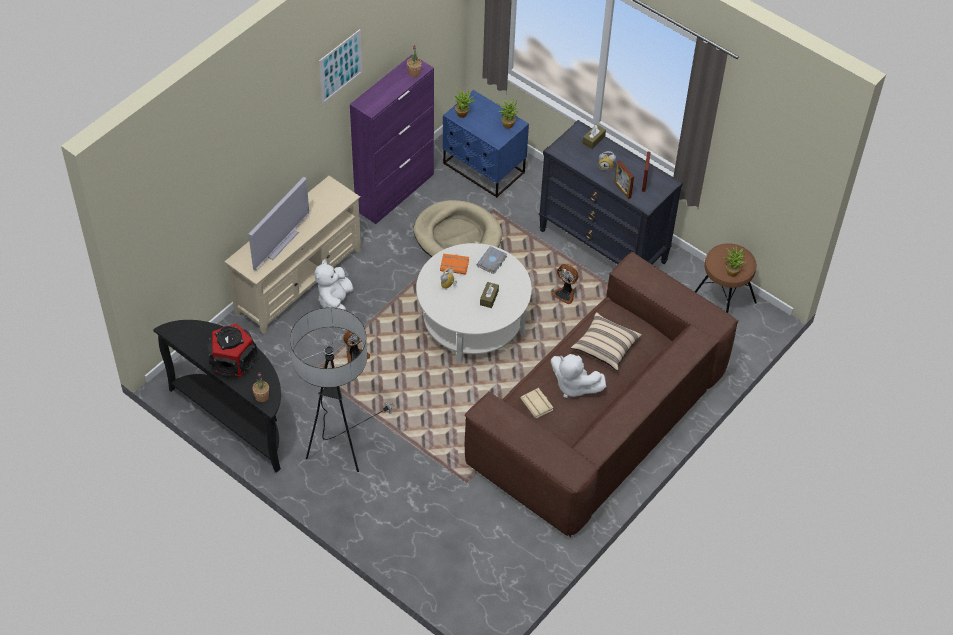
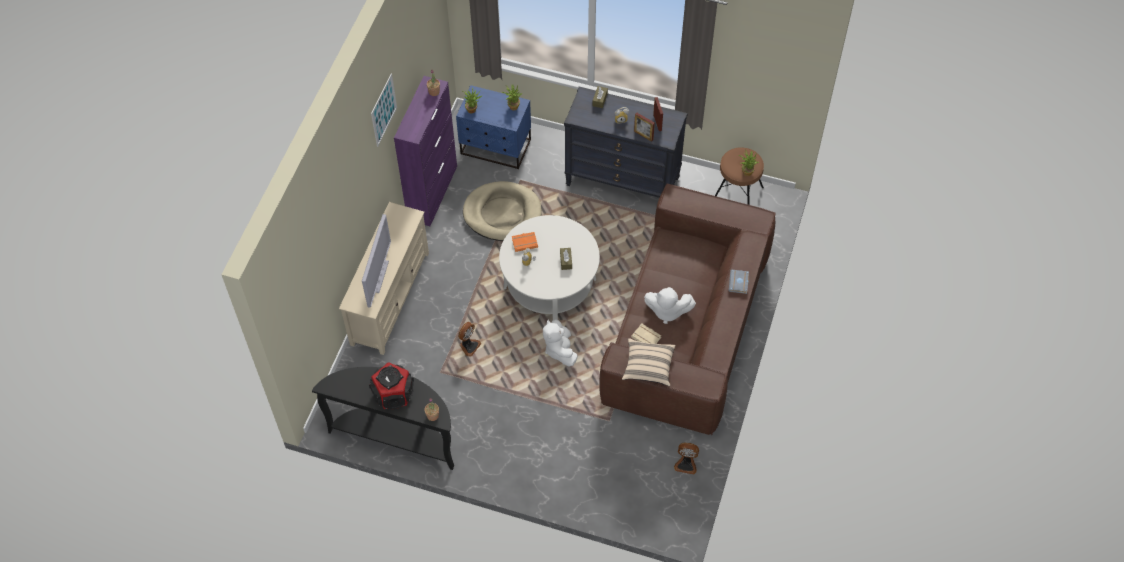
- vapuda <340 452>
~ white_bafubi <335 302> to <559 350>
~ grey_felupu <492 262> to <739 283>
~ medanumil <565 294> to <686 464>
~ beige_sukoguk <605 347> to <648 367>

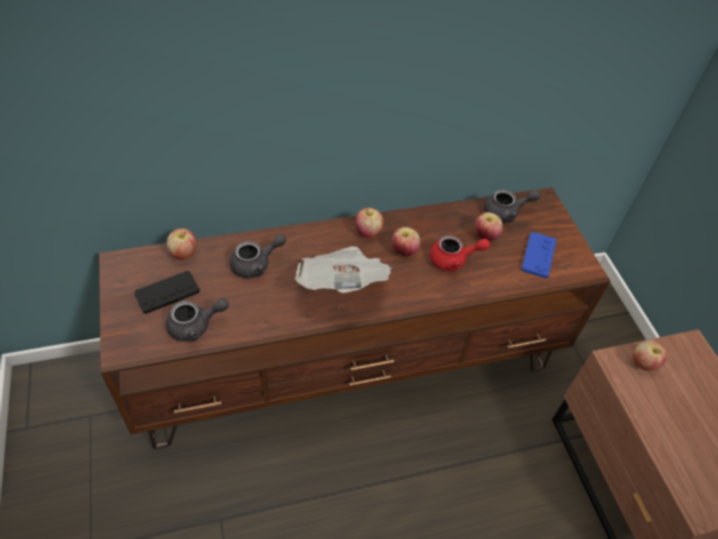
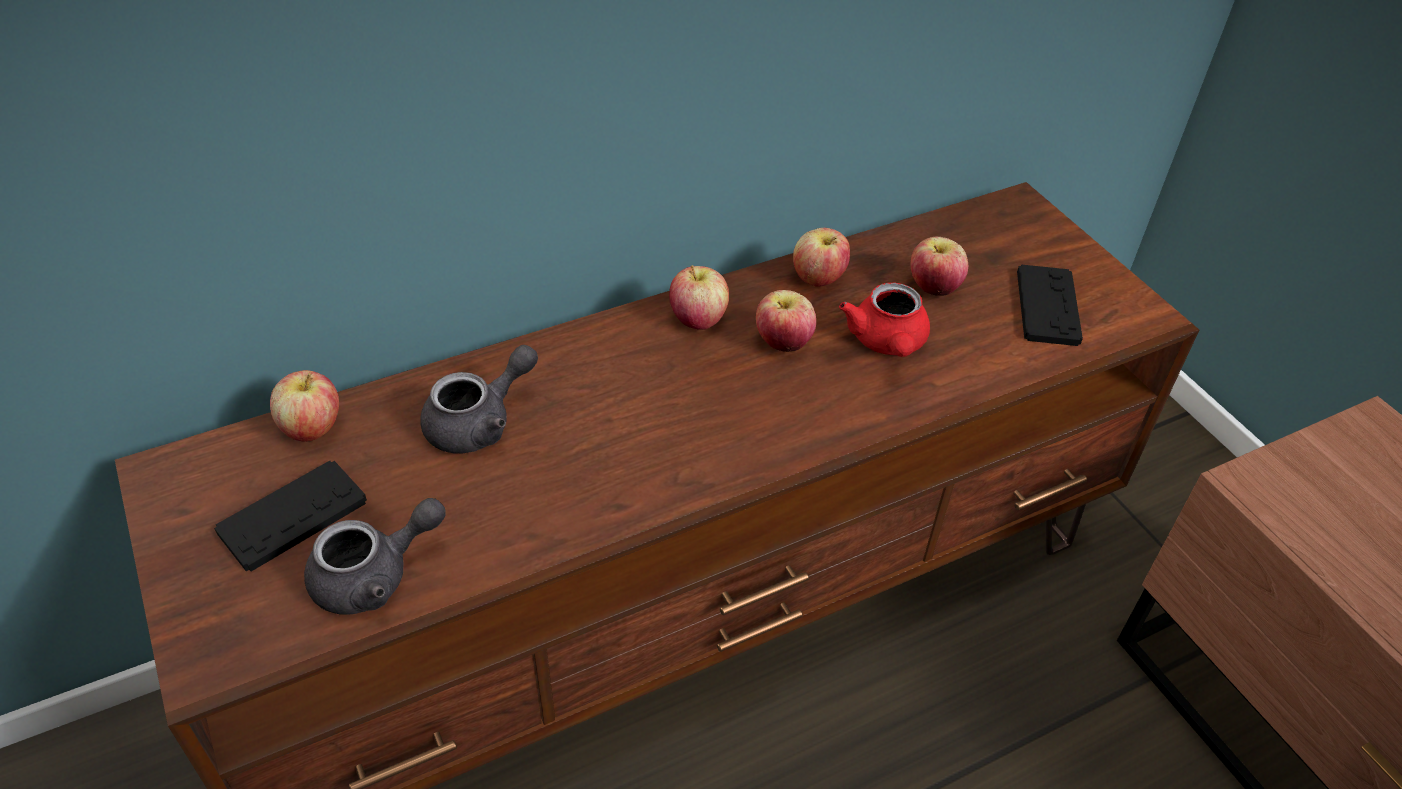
- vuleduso <342 284>
~ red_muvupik <453 260> = <887 343> 105 degrees clockwise
- grey_muvupik <506 213>
~ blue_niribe <538 255> to black_niribe <1047 307>
~ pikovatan <643 363> to <818 279>

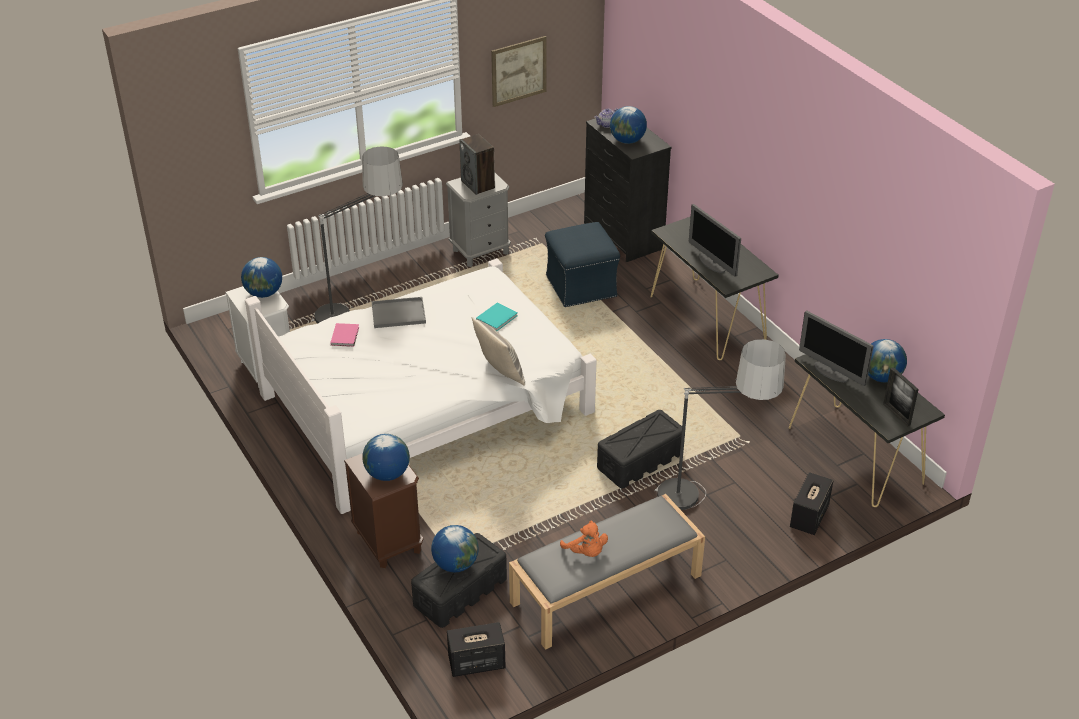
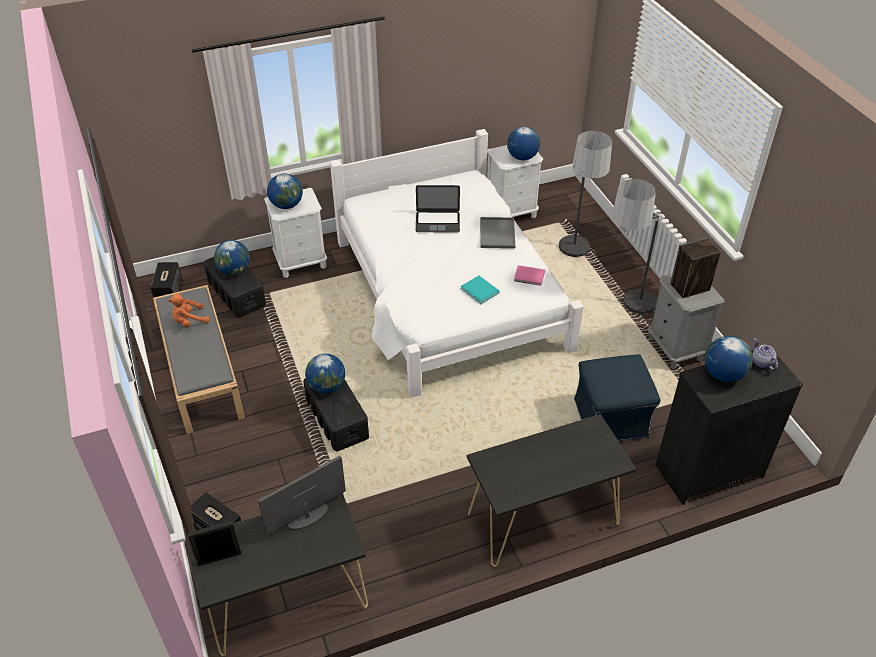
~ pink_felupu <345 335> to <530 277>
~ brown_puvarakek <388 542> to white_puvarakek <301 262>
- sukoguk <500 372>
- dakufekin <518 71>
~ vapuda <709 507> to <626 318>
- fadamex <712 263>
~ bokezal <881 377> to <327 386>
+ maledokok <437 222>

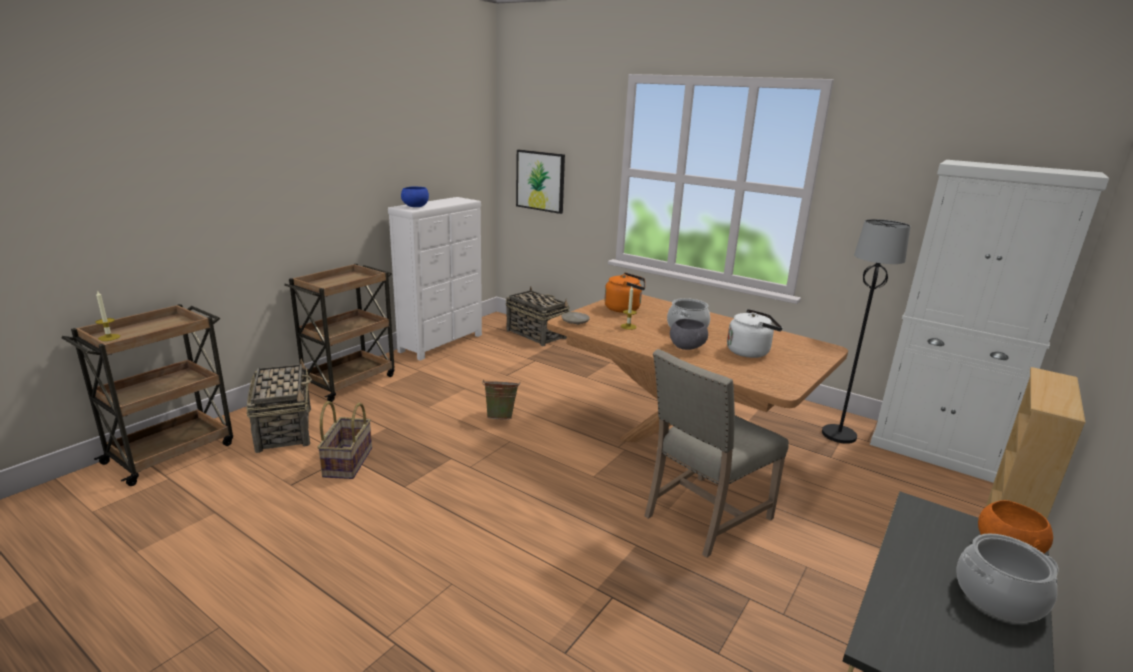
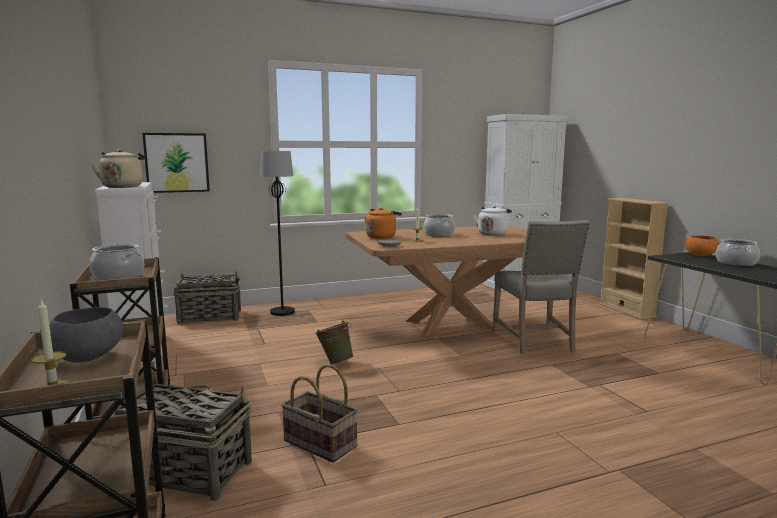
~ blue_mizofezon <415 207> to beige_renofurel <123 187>
~ grey_mizofezon <687 347> to <89 357>
~ black_vapuda <838 434> to <282 312>
+ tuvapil <118 276>

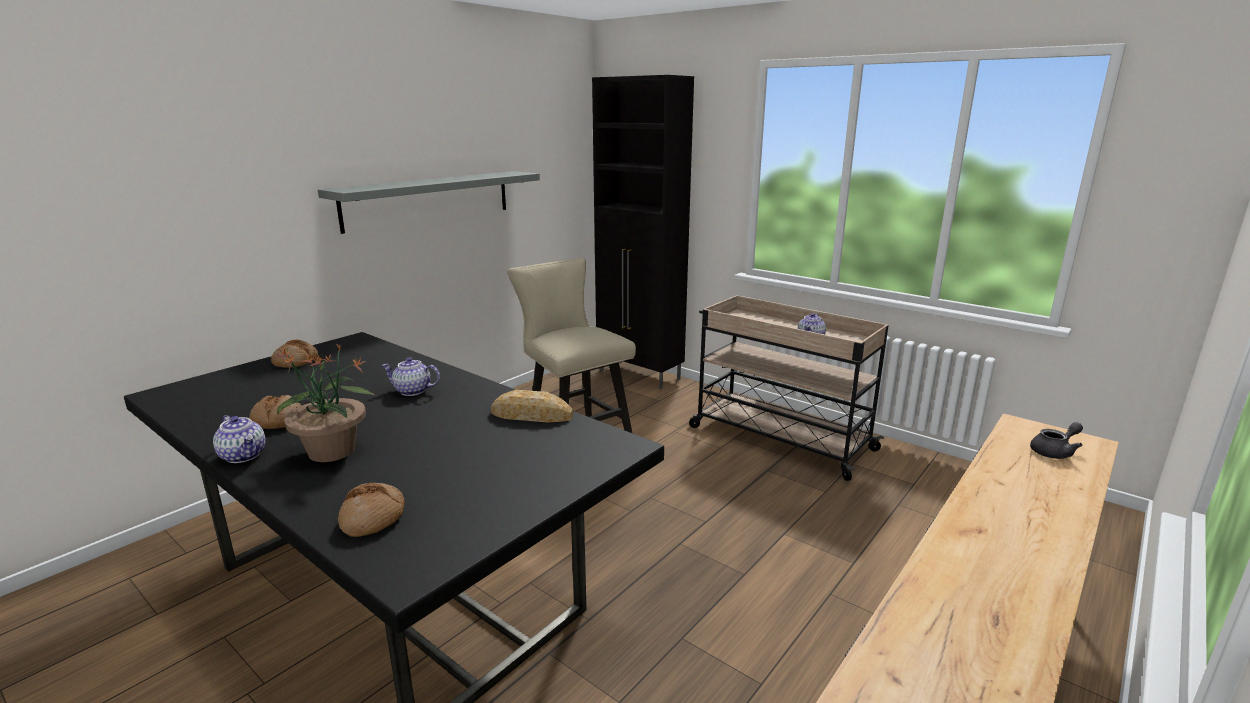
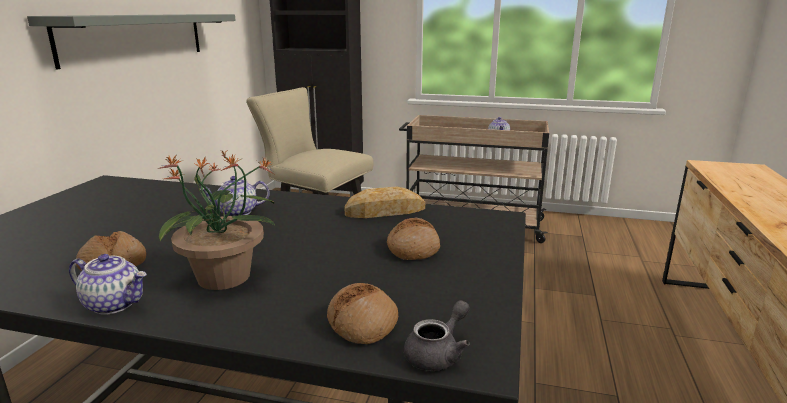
~ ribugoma <296 361> to <413 249>
~ grey_muvupik <1054 452> to <438 353>

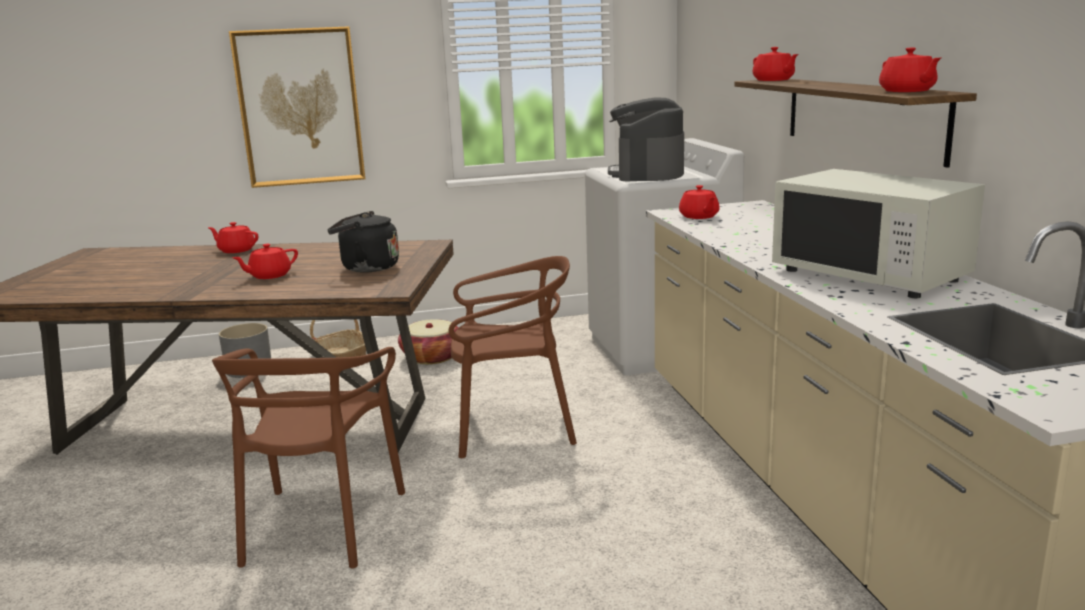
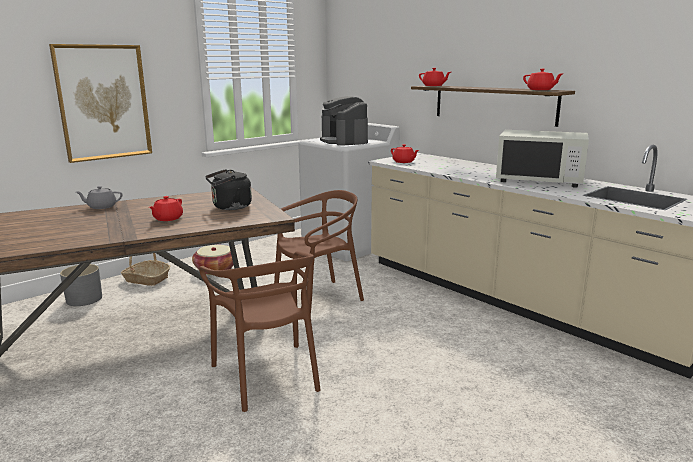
~ red_muvupik <236 250> to grey_muvupik <101 207>

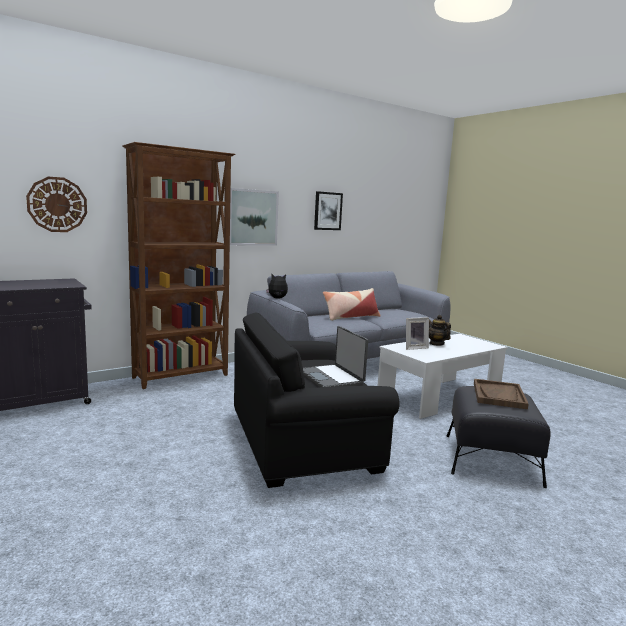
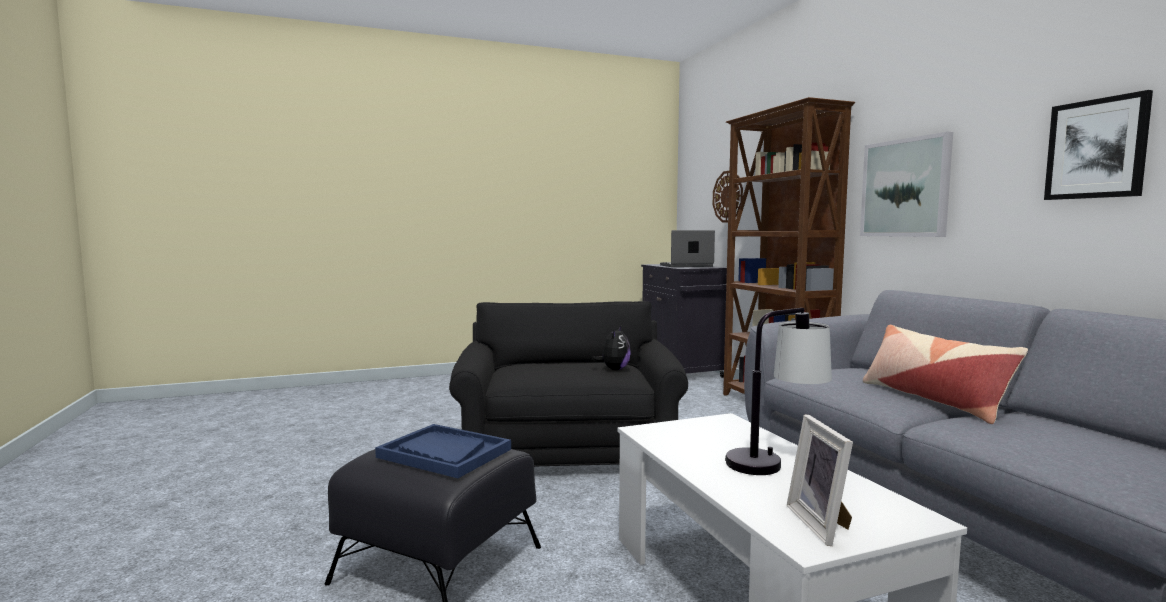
~ bafubi <277 298> to <614 369>
~ maledokok <332 378> to <686 266>
~ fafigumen <414 347> to <822 524>
~ muvupik <436 344> to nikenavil <775 462>
~ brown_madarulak <499 395> to blue_madarulak <444 453>

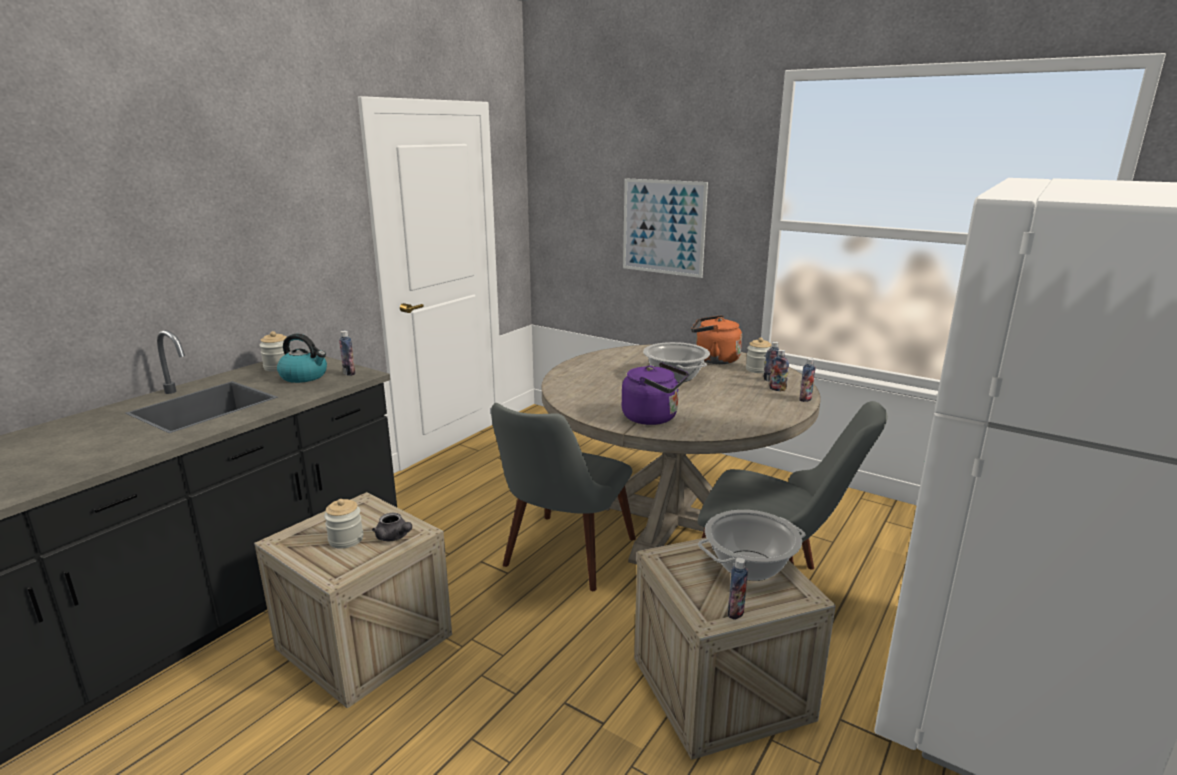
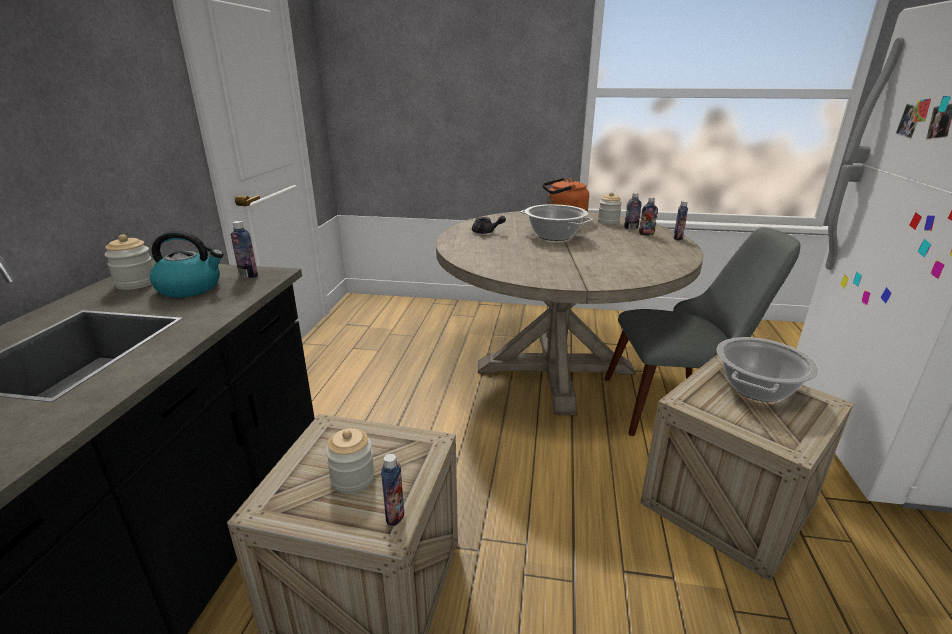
~ grey_muvupik <394 537> to <486 232>
- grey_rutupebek <562 560>
- purple_renofurel <653 418>
- dakufekin <663 227>
~ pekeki <735 612> to <395 515>

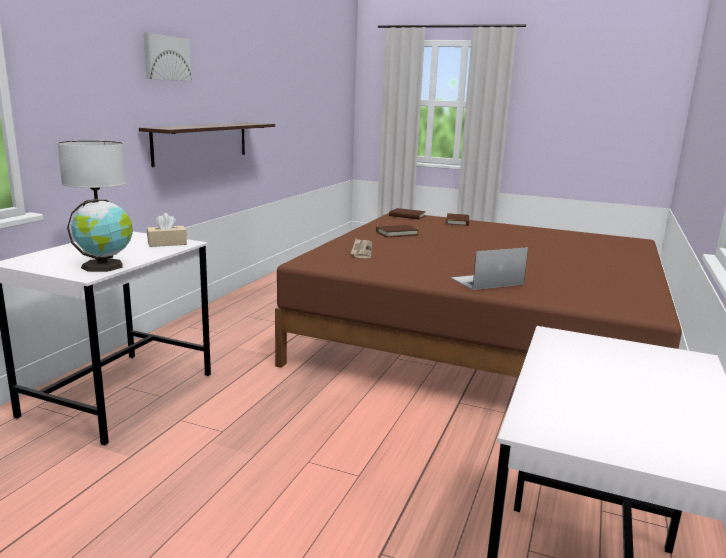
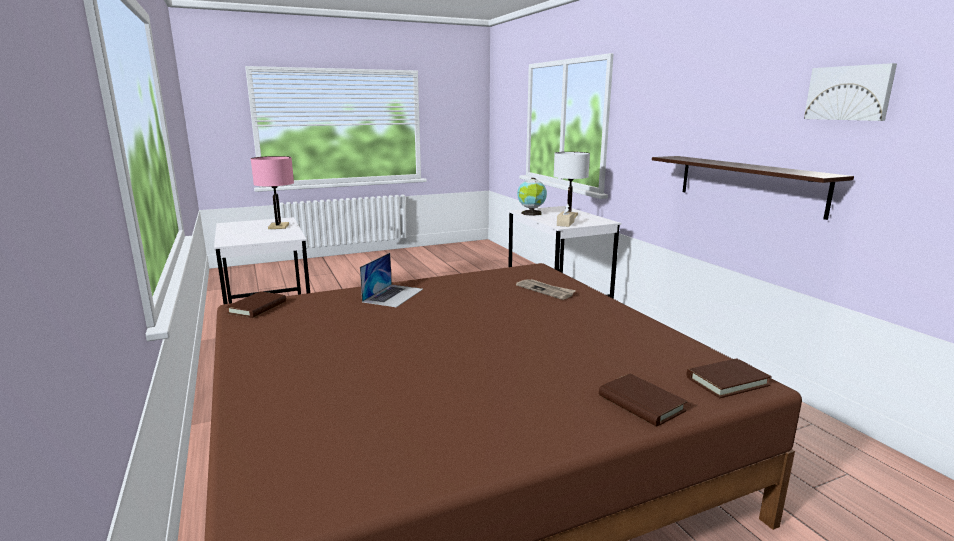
~ dakufekin <166 58> to <849 93>
~ brown_felupu <397 233> to <257 307>
+ pink_nikenavil <278 226>

